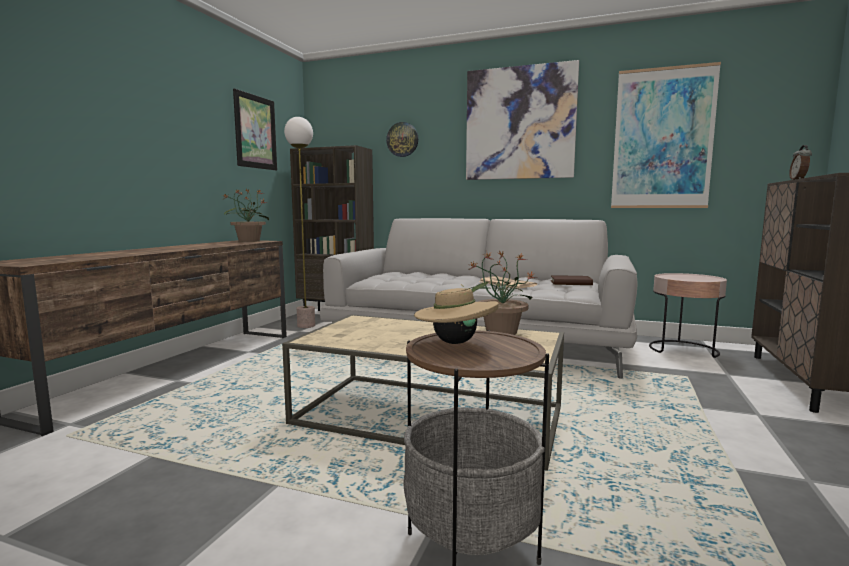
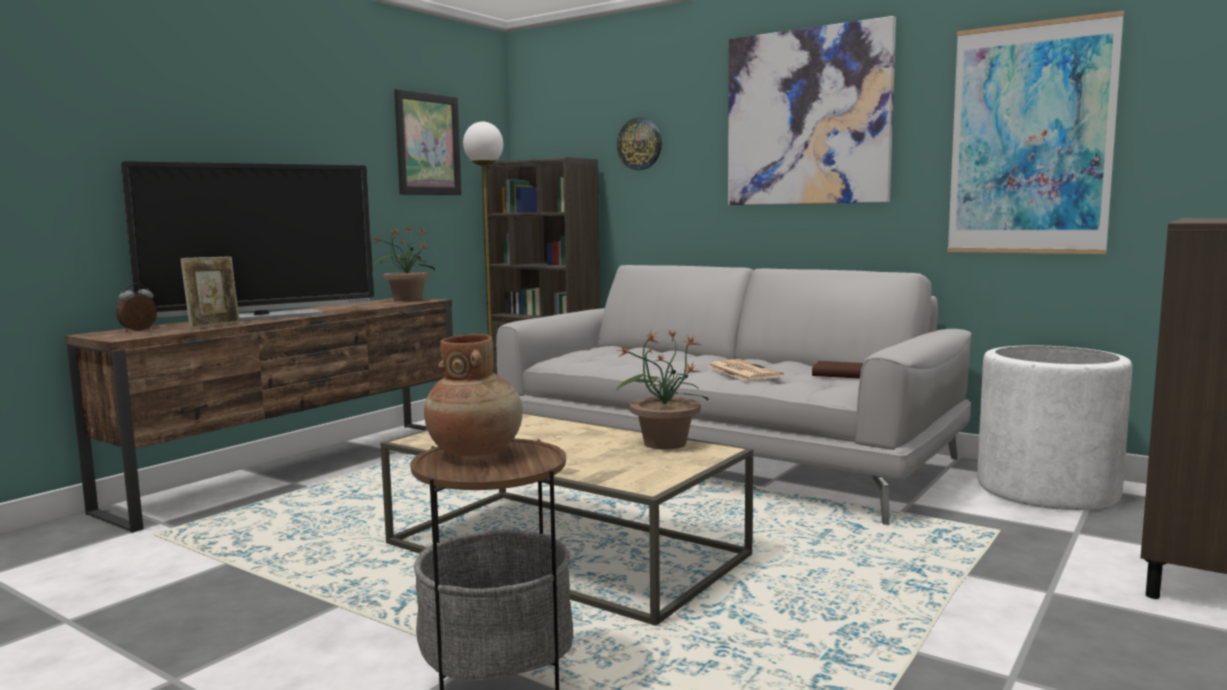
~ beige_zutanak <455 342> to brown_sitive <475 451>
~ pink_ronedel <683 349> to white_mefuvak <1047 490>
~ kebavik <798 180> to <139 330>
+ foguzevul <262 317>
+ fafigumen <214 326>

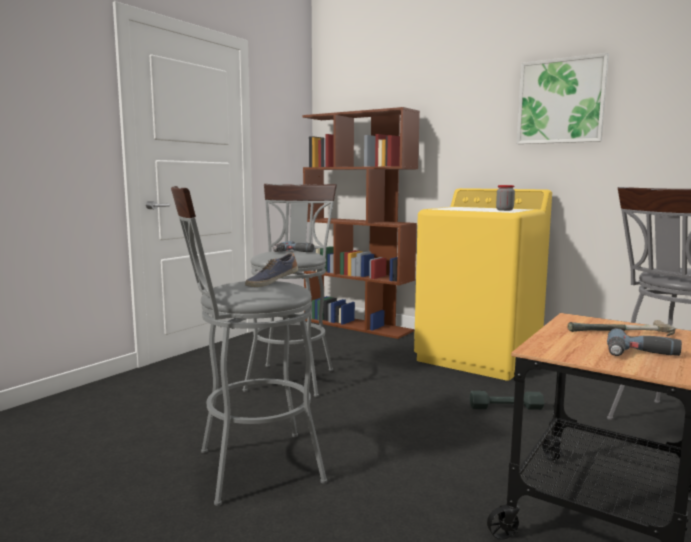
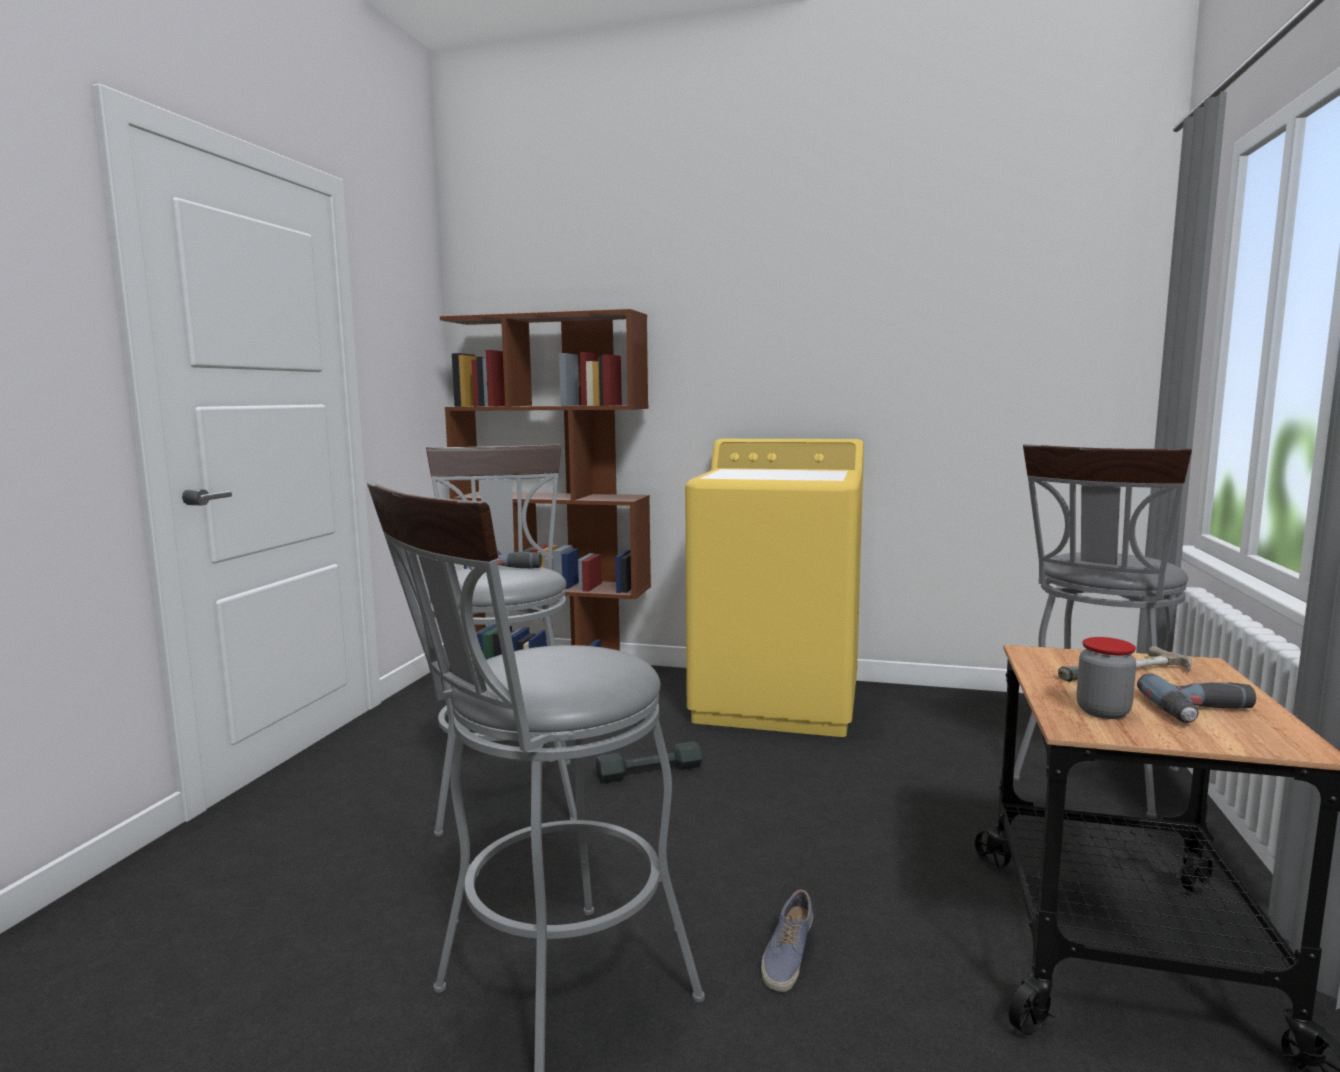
~ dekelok <271 282> to <787 956>
~ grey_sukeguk <505 407> to <649 772>
~ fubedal <504 210> to <1103 712>
- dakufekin <561 101>

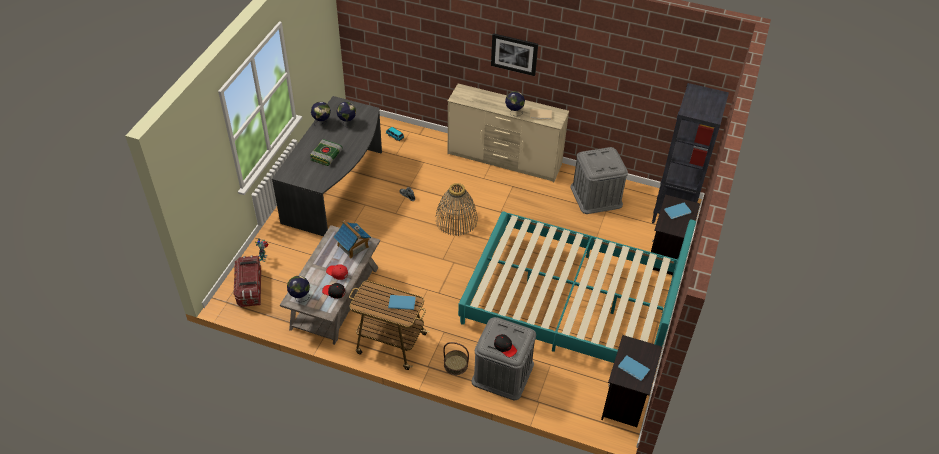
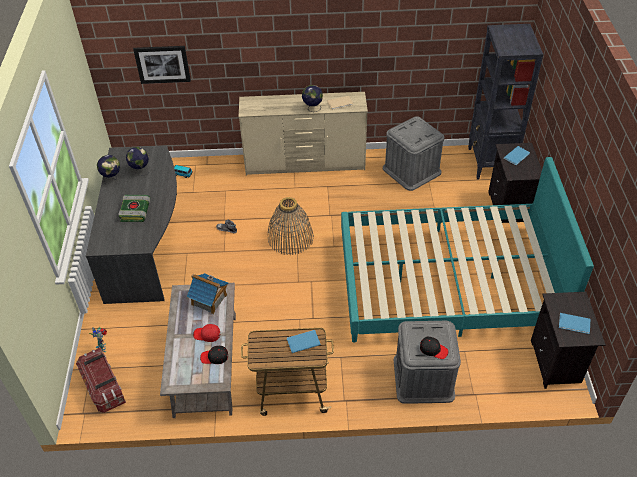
- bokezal <300 297>
- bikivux <455 365>
~ dakufekin <514 54> to <162 64>

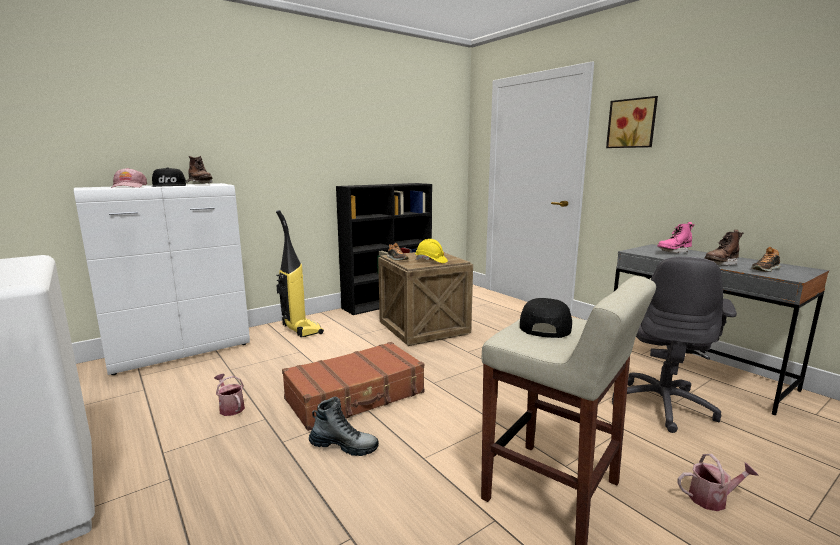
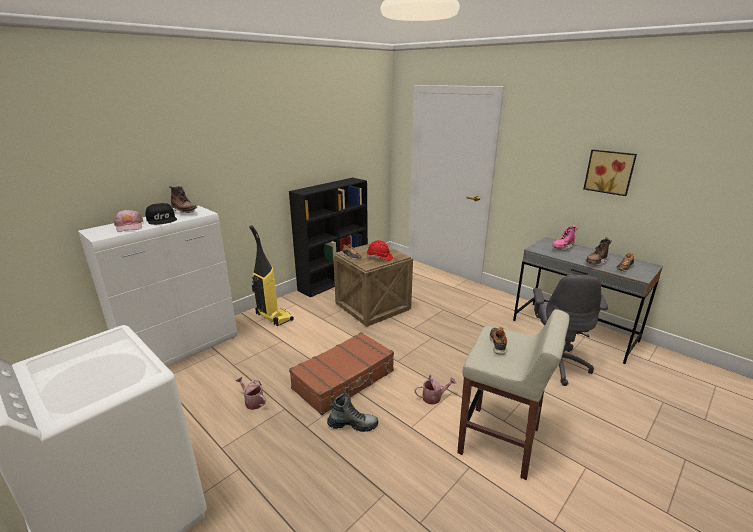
~ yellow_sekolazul <431 261> to red_sekolazul <379 258>
~ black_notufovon <544 326> to dekelok <498 344>
~ dakufekin <632 123> to <609 172>
~ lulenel <712 498> to <434 397>

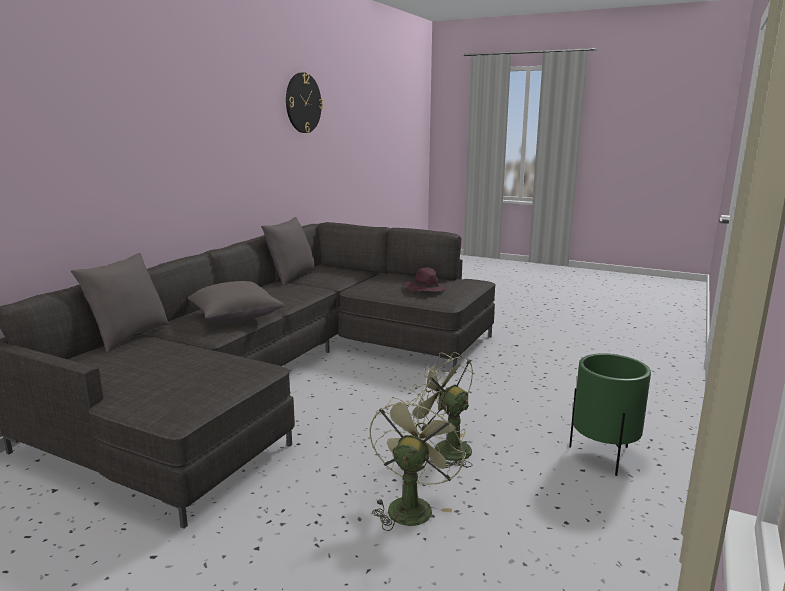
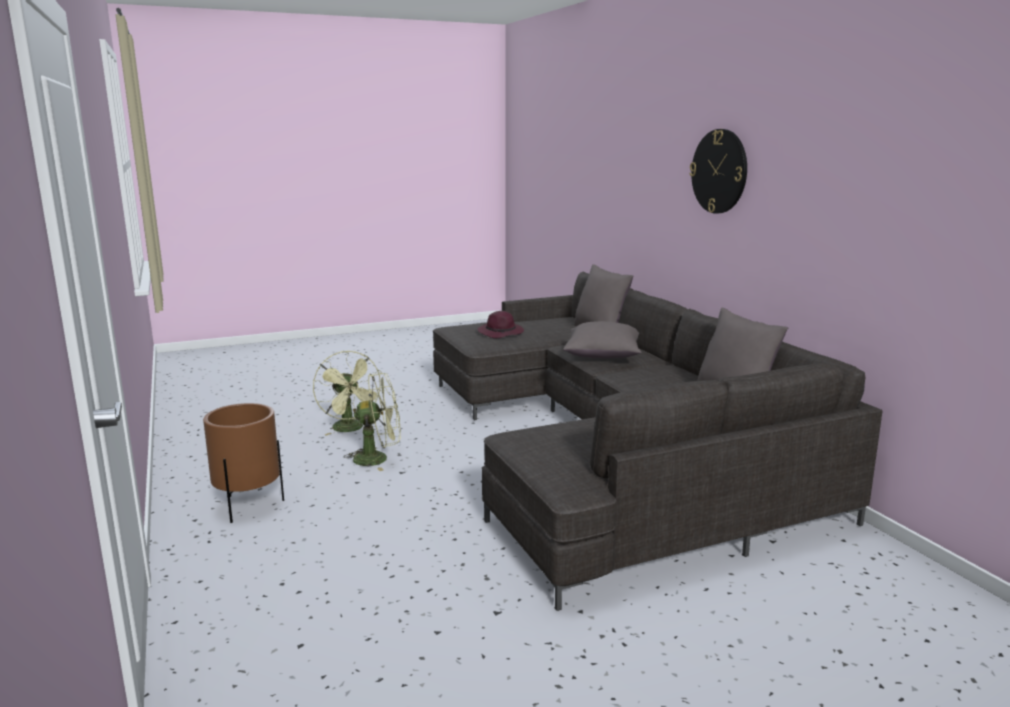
~ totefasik <303 103> to <719 171>
~ purple_zutanak <425 289> to <501 333>
~ green_mefuvak <604 456> to brown_mefuvak <248 506>

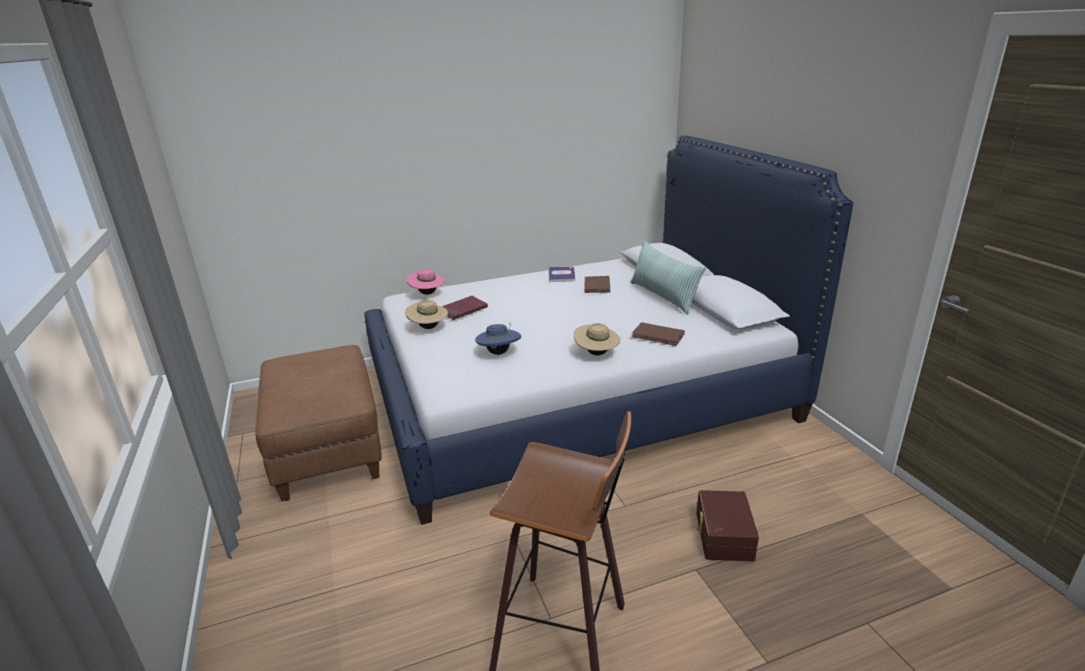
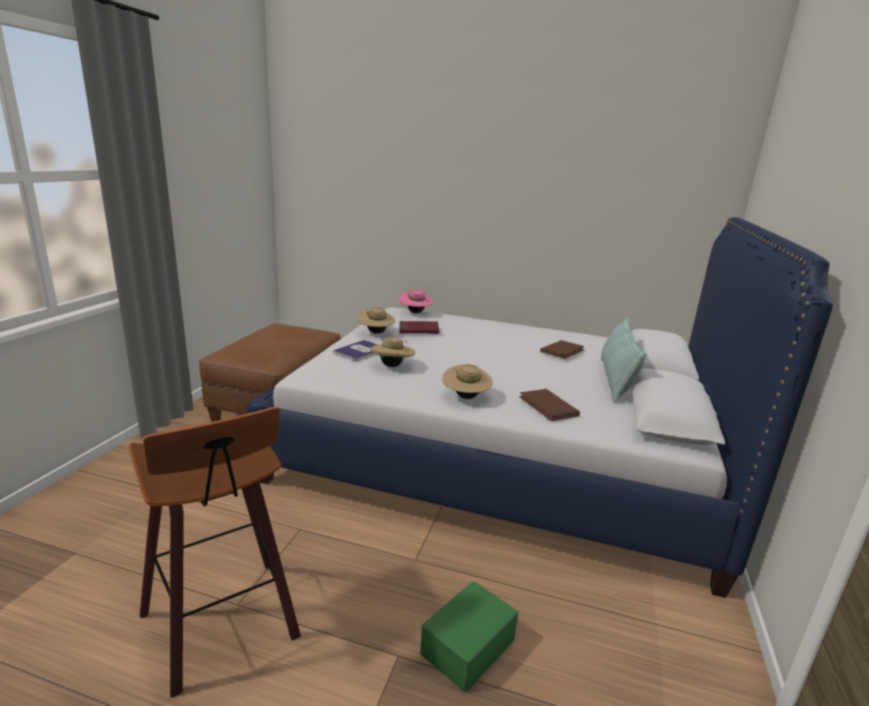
~ blue_zutanak <499 353> to beige_zutanak <392 366>
~ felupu <561 275> to <360 351>
~ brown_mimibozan <722 536> to green_mimibozan <466 645>

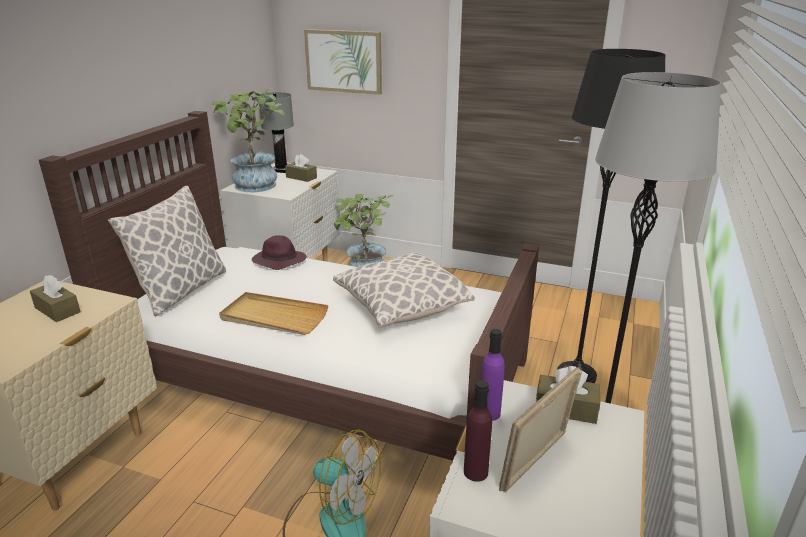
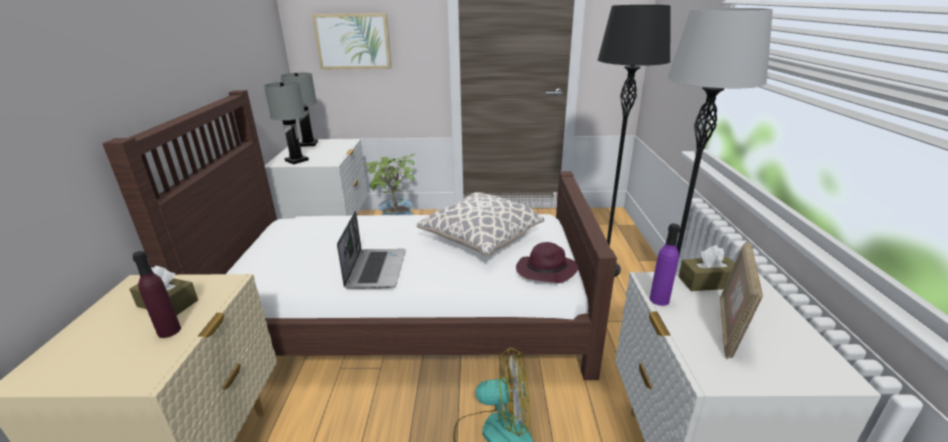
- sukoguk <181 290>
~ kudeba <256 187> to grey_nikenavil <296 160>
~ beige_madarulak <273 317> to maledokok <375 269>
~ purple_zutanak <278 261> to <545 271>
- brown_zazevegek <301 177>
~ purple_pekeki <475 472> to <169 331>

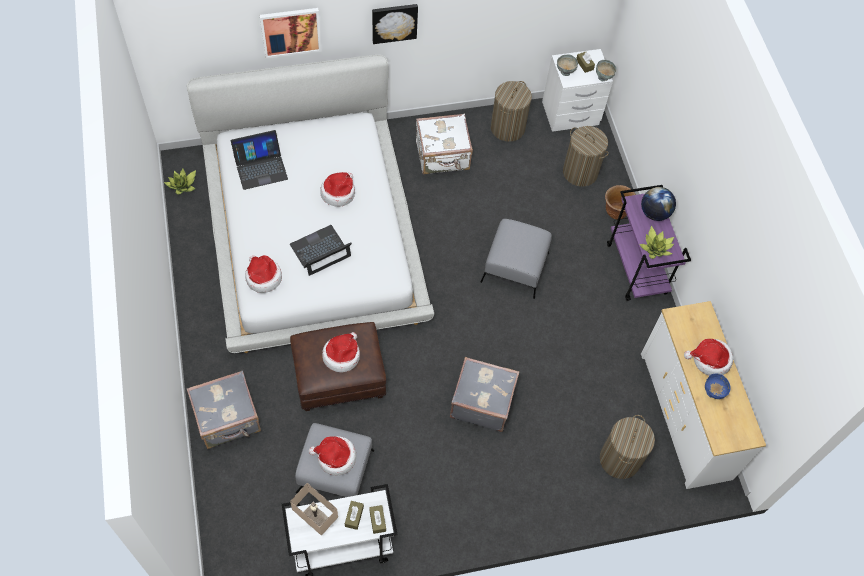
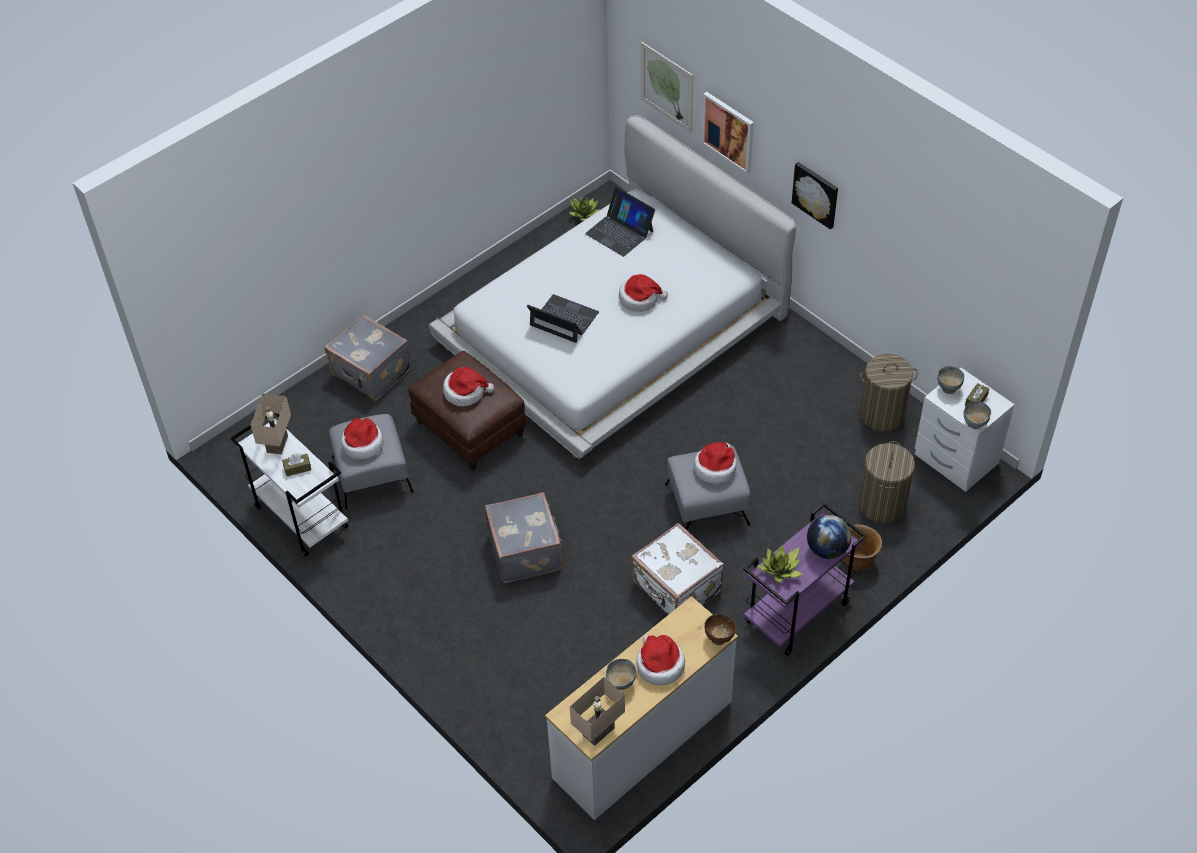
~ zutanak <263 277> to <715 468>
- brown_zazevegek <377 521>
~ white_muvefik <443 156> to <676 588>
- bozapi <620 459>
~ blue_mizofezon <713 392> to grey_mizofezon <621 683>
+ beige_nikenavil <597 730>
+ dakufekin <667 87>
+ brown_mizofezon <719 638>

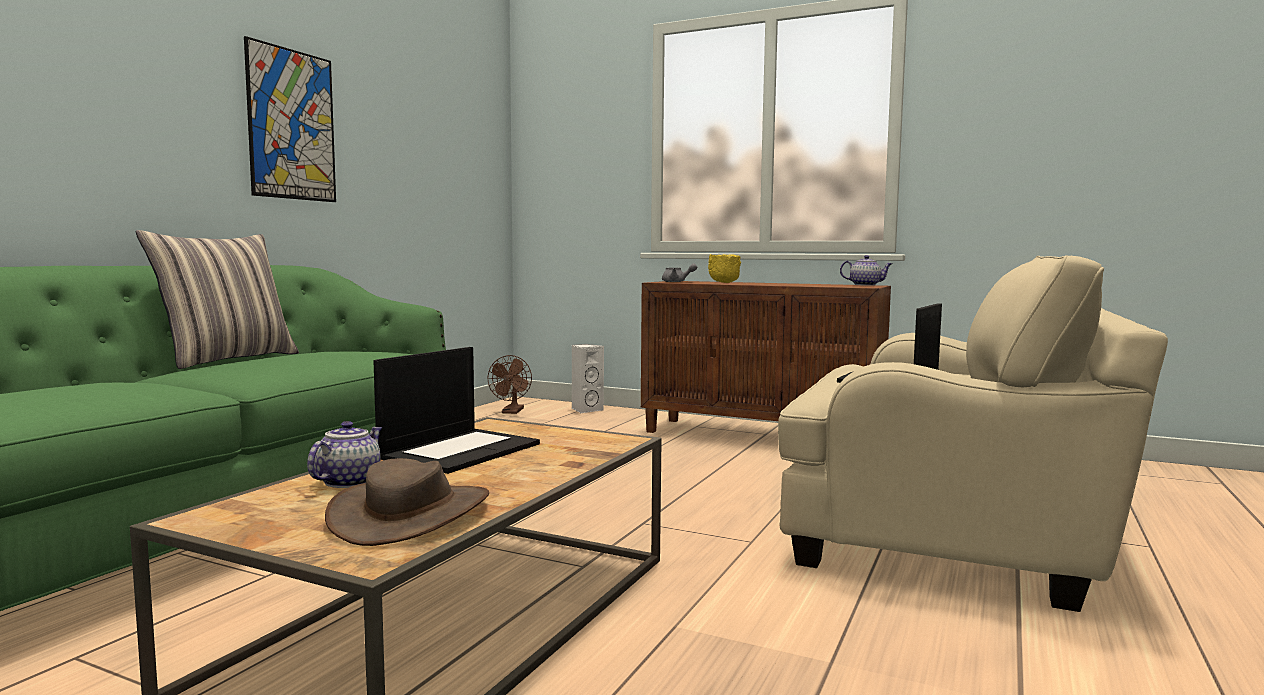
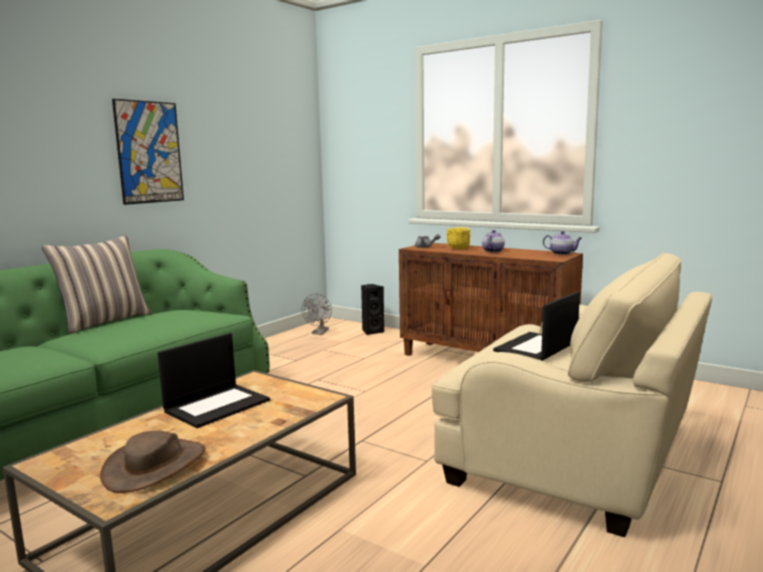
~ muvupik <348 481> to <493 251>
~ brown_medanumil <512 412> to grey_medanumil <319 333>
~ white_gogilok <586 410> to black_gogilok <372 331>

